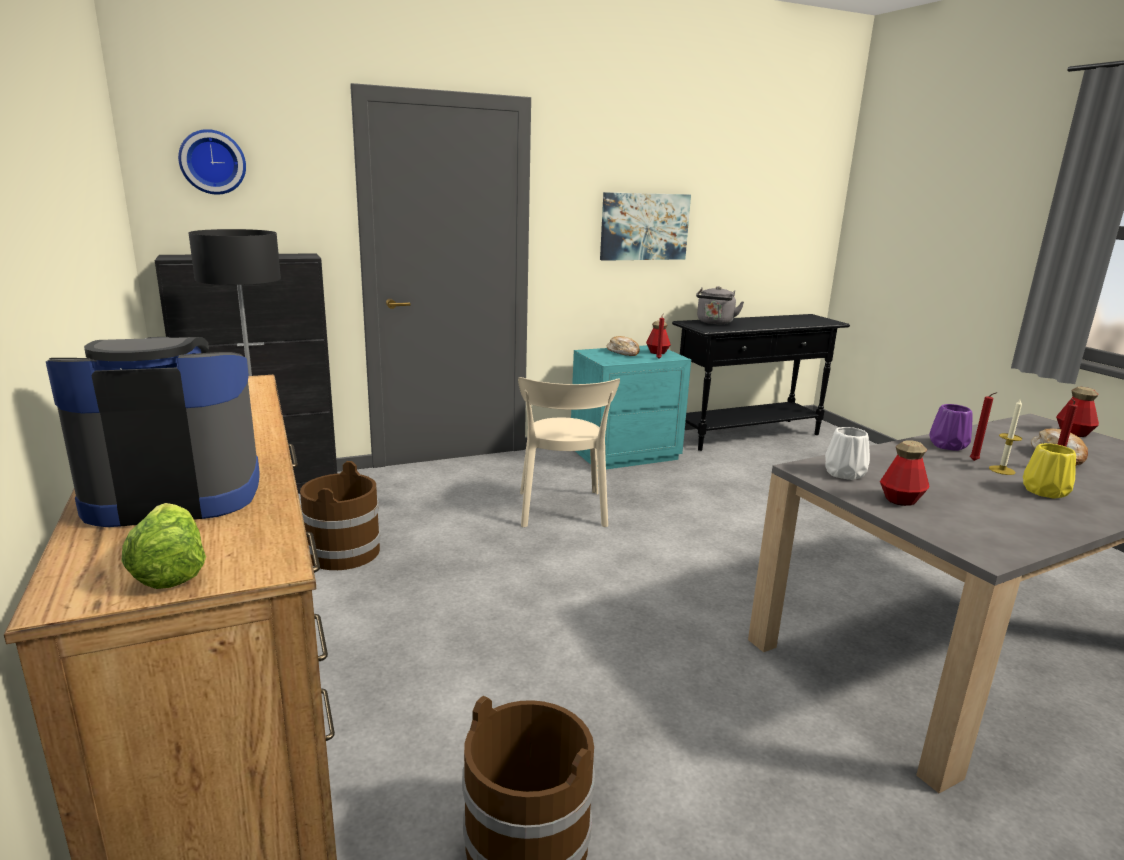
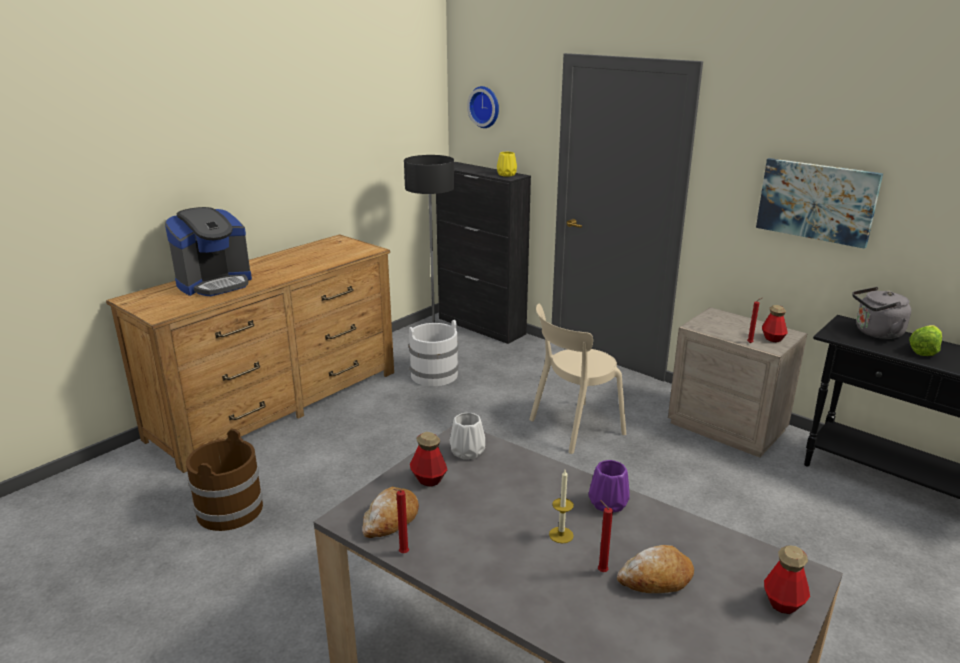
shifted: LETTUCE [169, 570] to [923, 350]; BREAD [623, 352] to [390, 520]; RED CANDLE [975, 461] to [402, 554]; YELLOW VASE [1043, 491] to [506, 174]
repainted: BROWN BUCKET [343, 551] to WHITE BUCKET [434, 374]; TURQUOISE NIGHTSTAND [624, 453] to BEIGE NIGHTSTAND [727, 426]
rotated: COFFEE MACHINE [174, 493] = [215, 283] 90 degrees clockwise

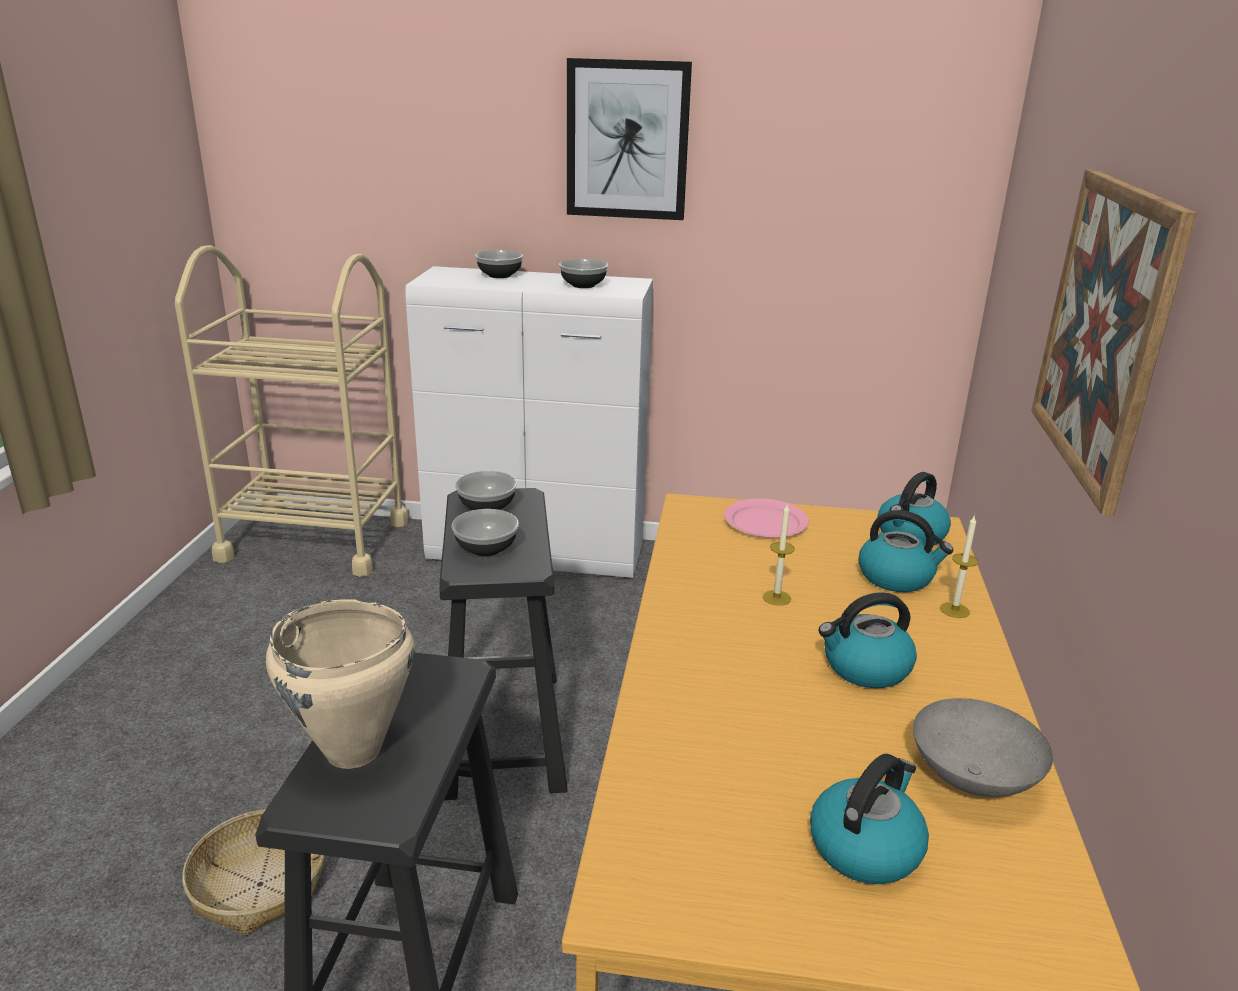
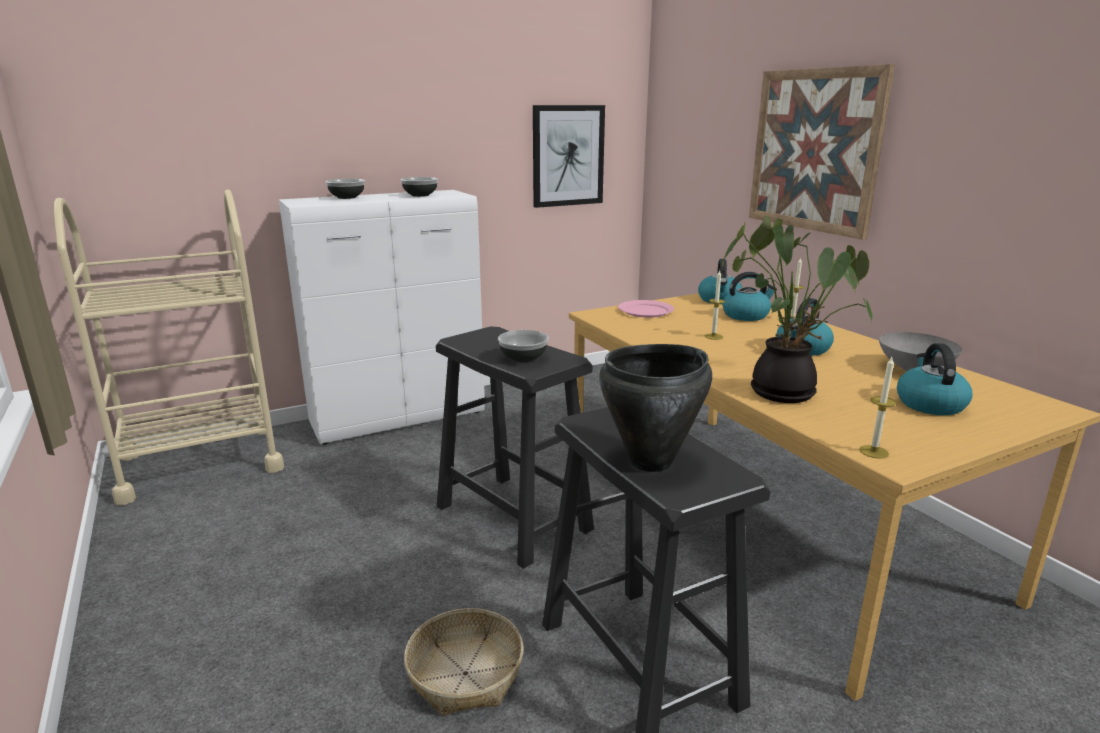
gone: BOWL [486, 507]
new: POTTED PLANT [785, 391]; CANDLE [874, 452]
shifted: PICTURE [627, 140] to [568, 156]
repainted: BEIGE COOKING POT [353, 751] to BLACK COOKING POT [651, 462]

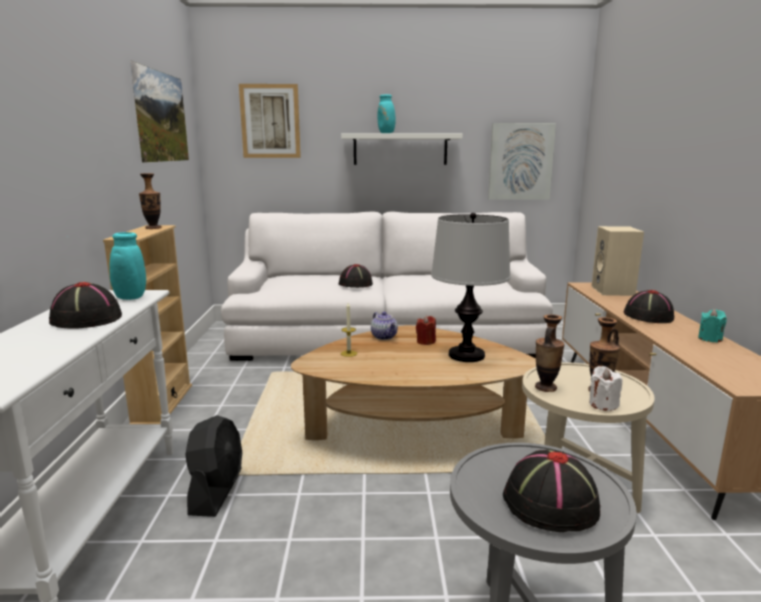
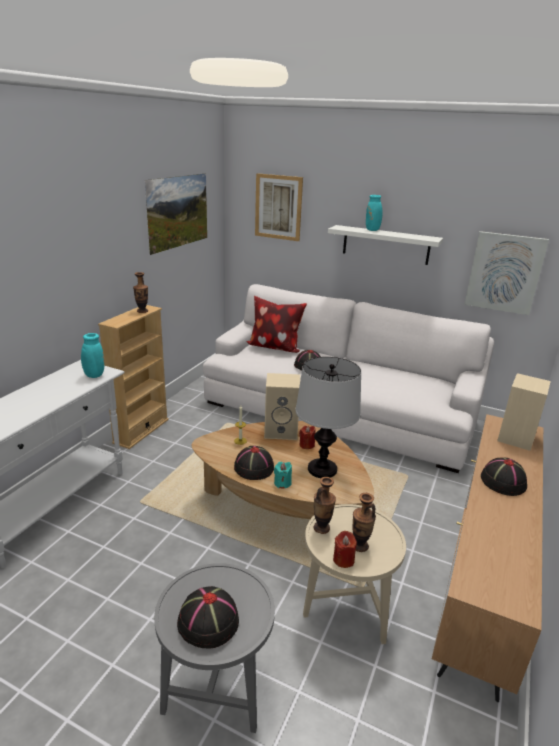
gone: BLACK FAN [217, 491]
new: PILLOW [274, 347]
shifted: BLACK HAT [86, 319] to [253, 468]; TURQUOISE CANDLE [710, 339] to [282, 483]
swapped: TEAPOT [384, 337] to BEIGE SPEAKER [281, 431]
repainted: WHITE CANDLE [603, 404] to RED CANDLE [343, 559]

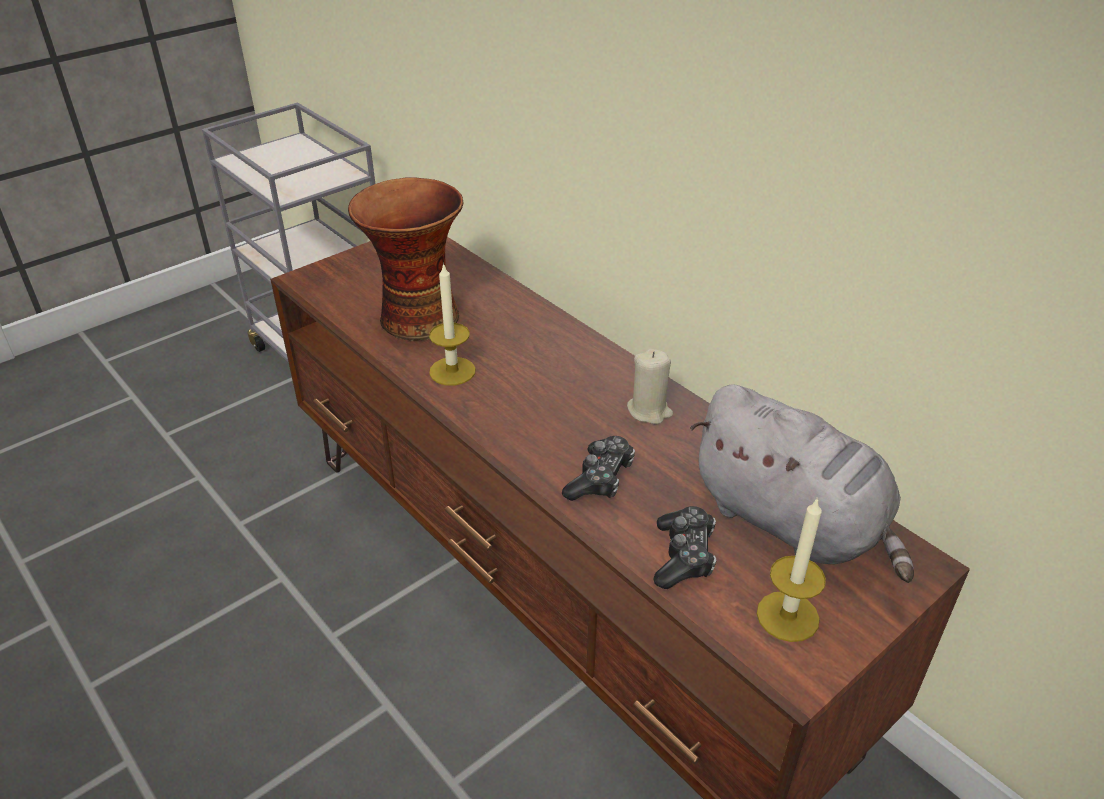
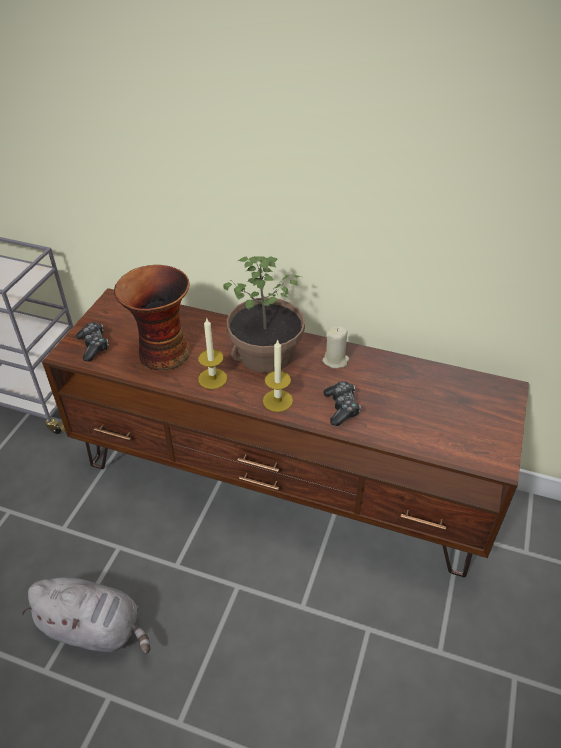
new: POTTED PLANT [266, 355]
shifted: GAME CONTROLLER [683, 556] to [94, 346]; GREY PLUSH TOY [792, 523] to [95, 628]; CANDLE [787, 616] to [277, 400]

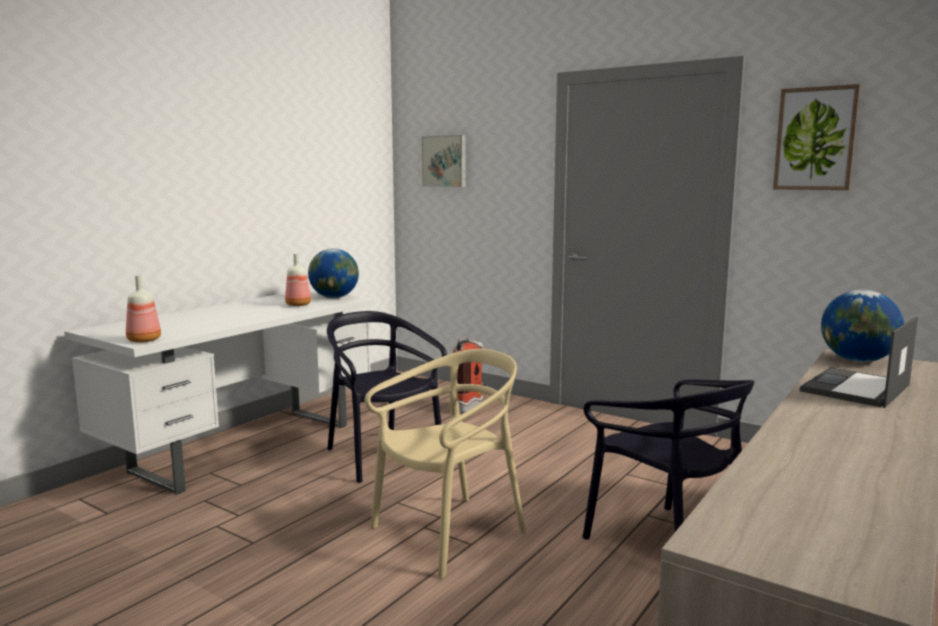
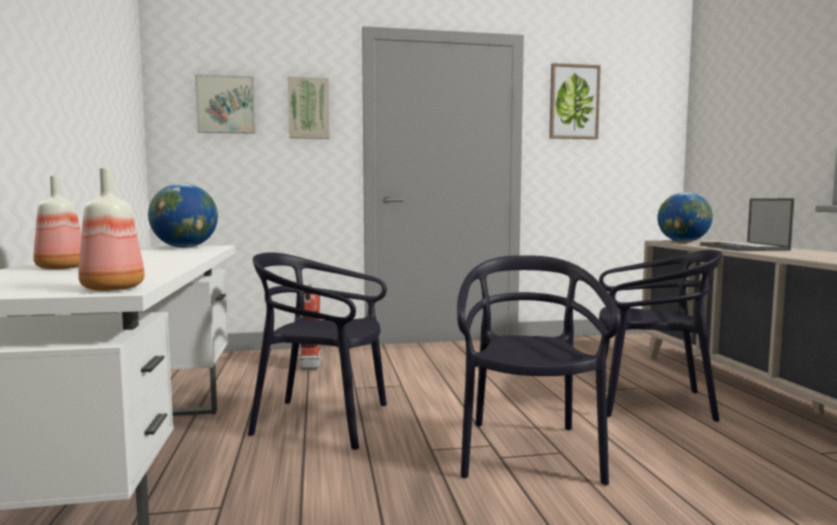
new: PICTURE [309, 108]
shifted: BOTTLE [298, 305] to [59, 268]
repainted: BEIGE CHAIR [449, 533] to BLACK CHAIR [528, 452]

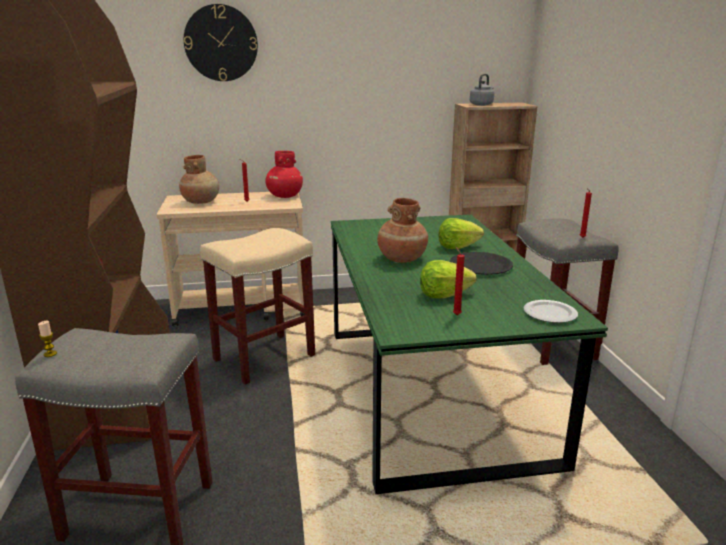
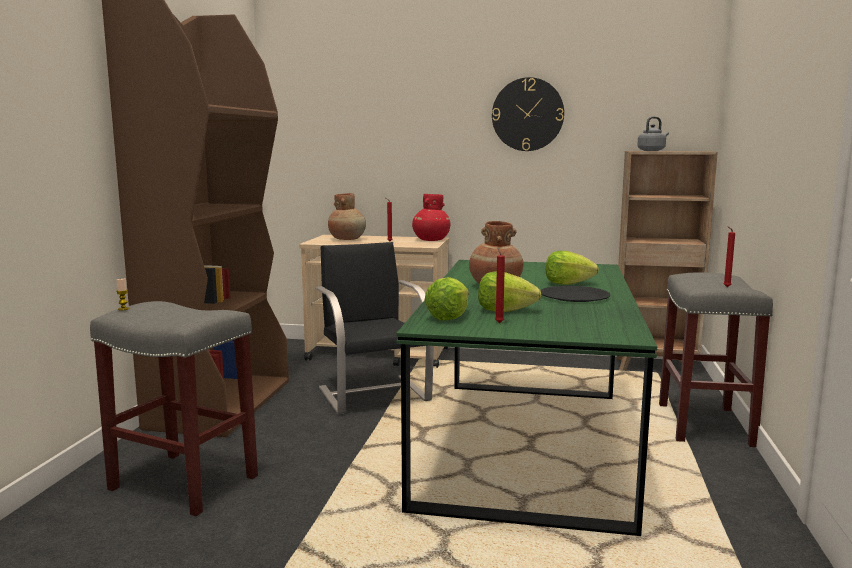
gone: PLATE [551, 313]
new: LETTUCE [449, 317]
shifted: WALL CLOCK [221, 43] to [527, 114]
swapped: BEIGE STOOL [265, 357] to BLACK CHAIR [373, 393]

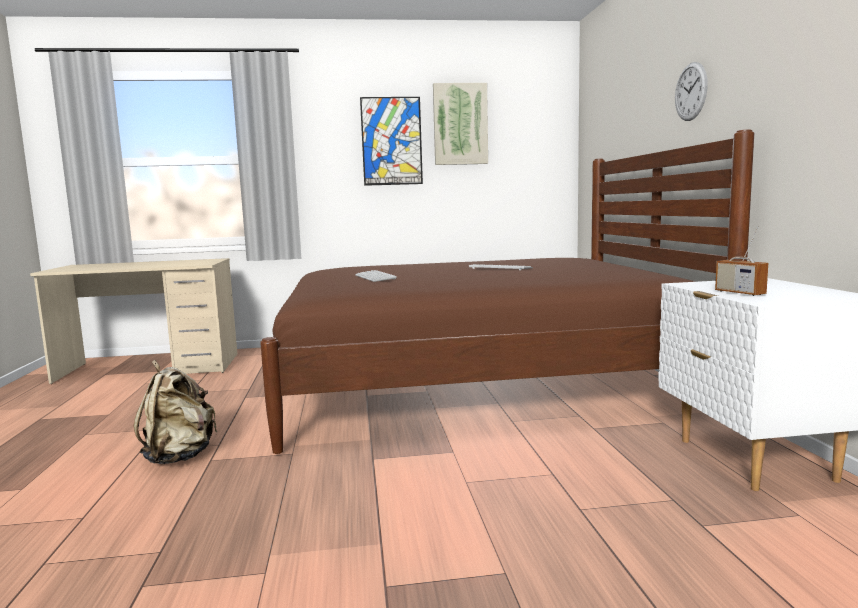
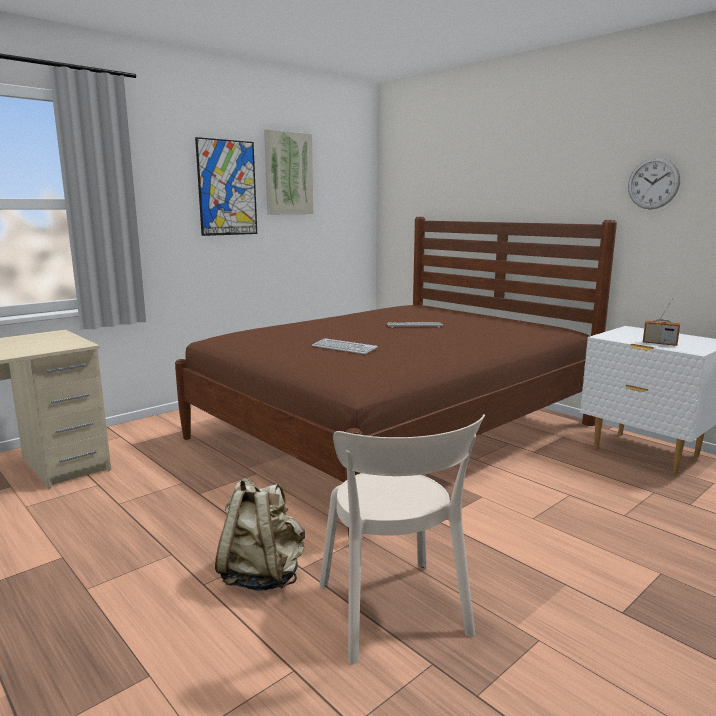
new: BEIGE CHAIR [395, 614]
shifted: WALL CLOCK [691, 92] to [653, 183]

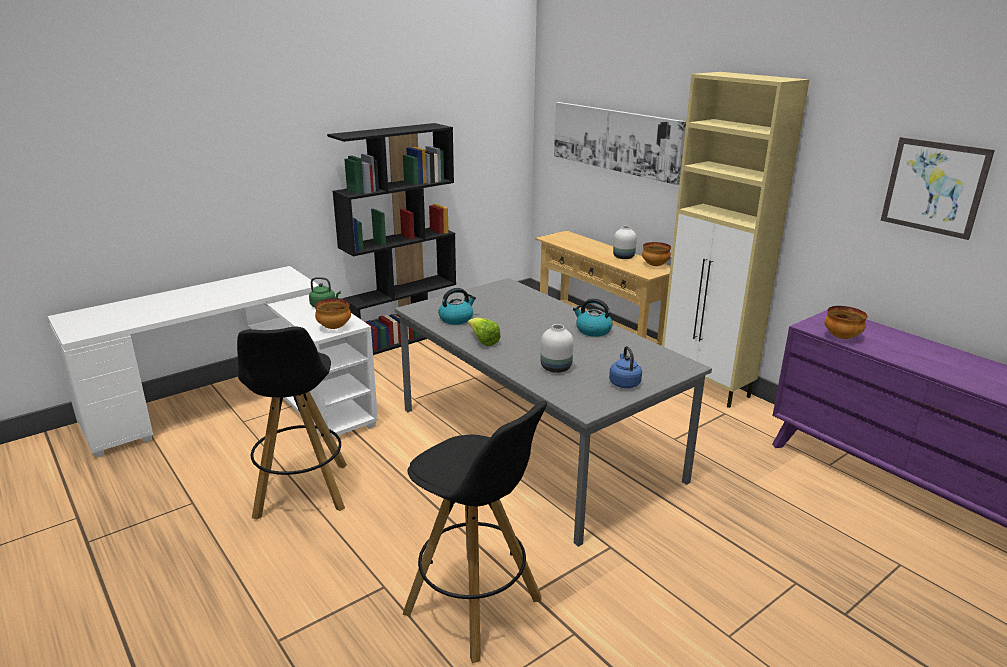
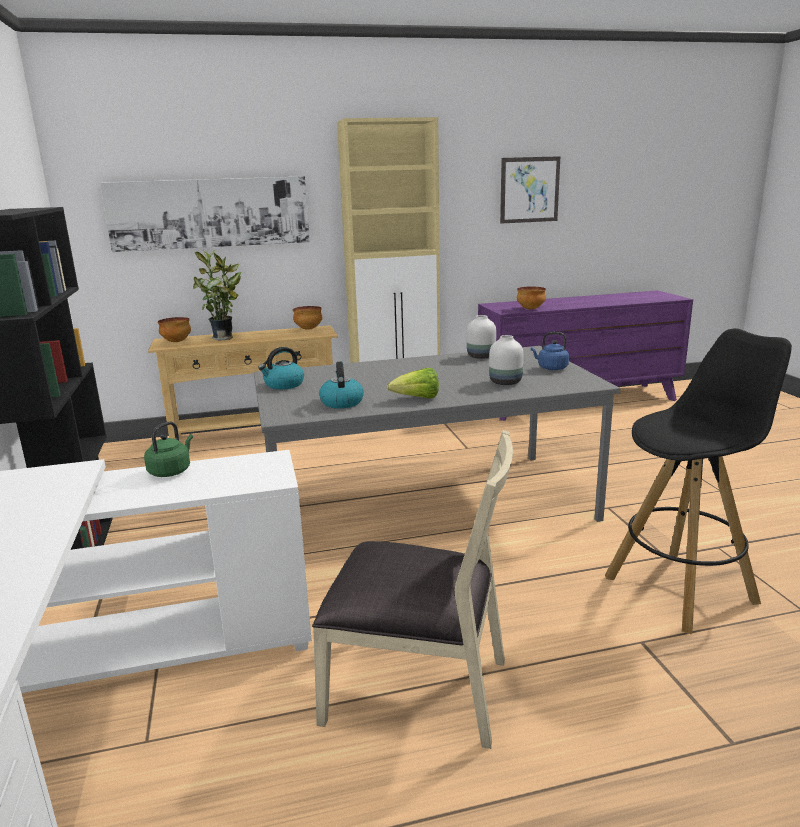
new: POTTED PLANT [225, 338]
shifted: BOWL [334, 327] to [177, 342]; KETTLE [592, 330] to [283, 385]; WHITE VASE [623, 257] to [480, 356]
swapped: BLACK STOOL [301, 492] to BEIGE CHAIR [418, 688]

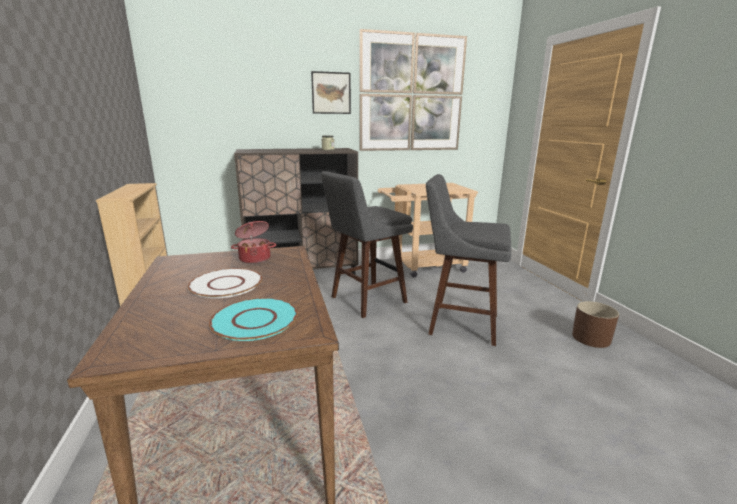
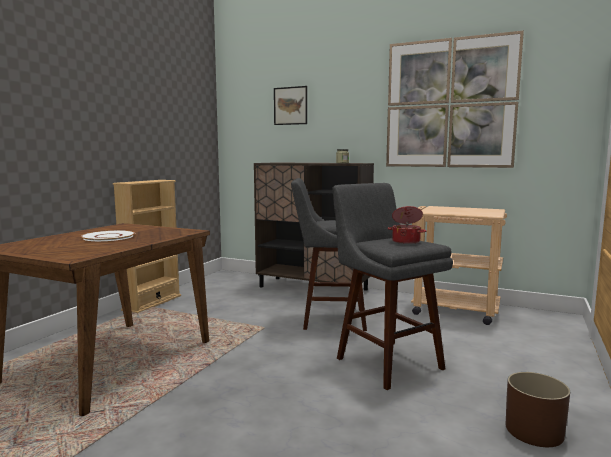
gone: TURQUOISE PLATE [255, 320]
shifted: COOKING POT [255, 258] to [406, 241]; PICTURE [331, 93] to [290, 106]

